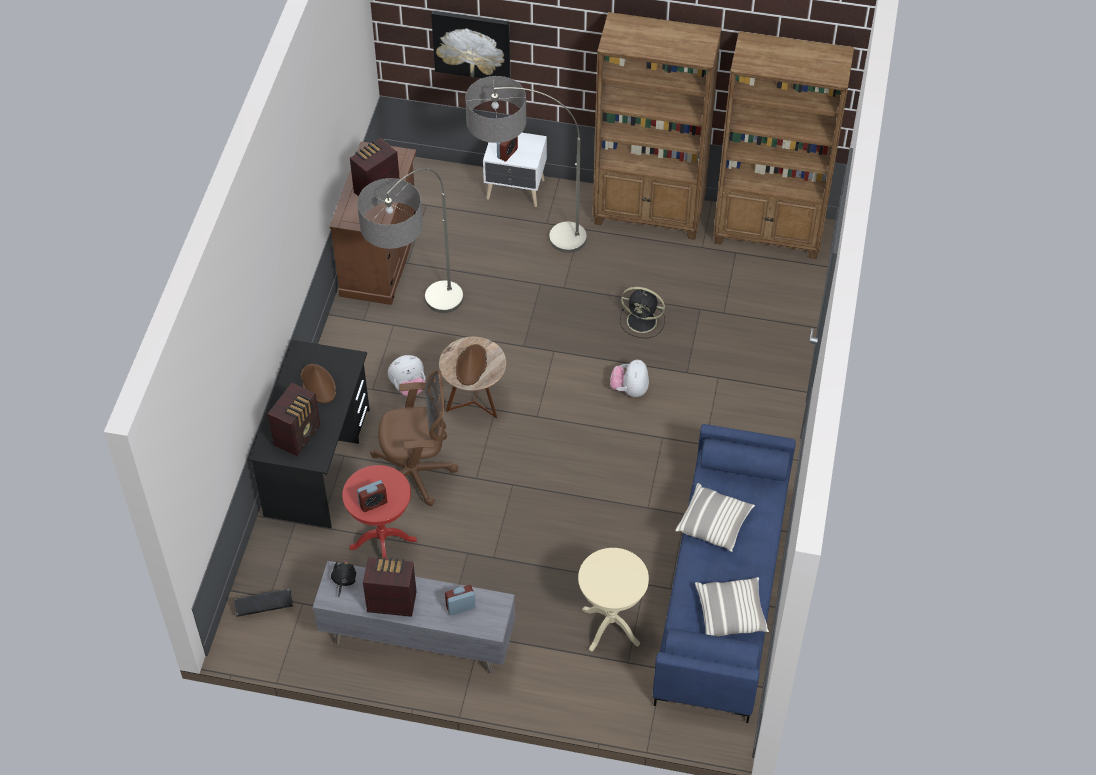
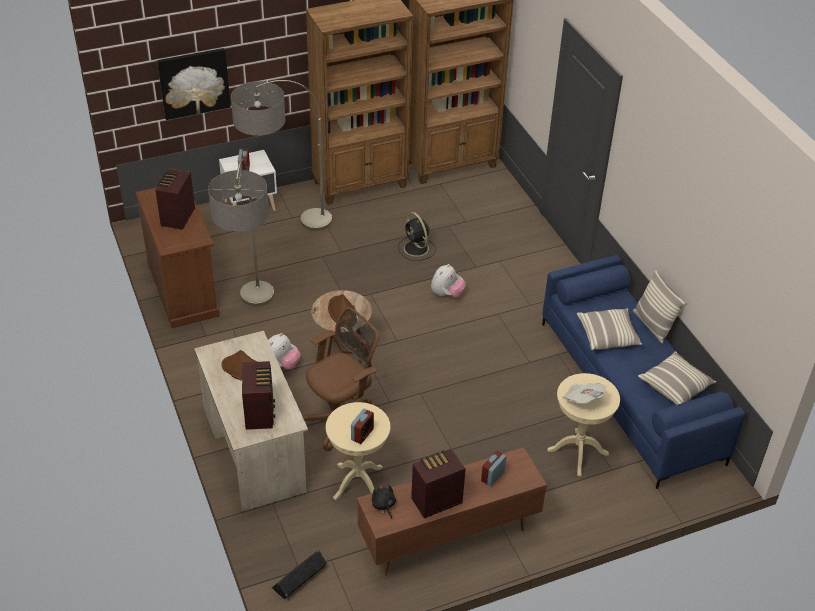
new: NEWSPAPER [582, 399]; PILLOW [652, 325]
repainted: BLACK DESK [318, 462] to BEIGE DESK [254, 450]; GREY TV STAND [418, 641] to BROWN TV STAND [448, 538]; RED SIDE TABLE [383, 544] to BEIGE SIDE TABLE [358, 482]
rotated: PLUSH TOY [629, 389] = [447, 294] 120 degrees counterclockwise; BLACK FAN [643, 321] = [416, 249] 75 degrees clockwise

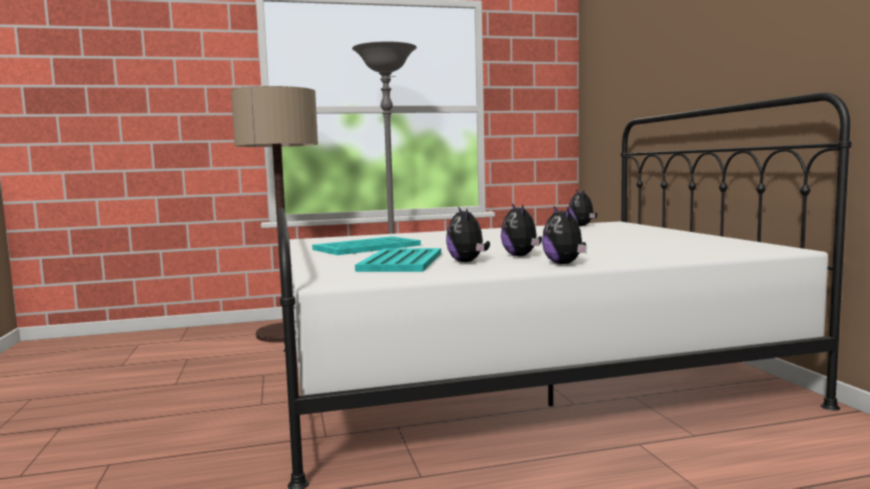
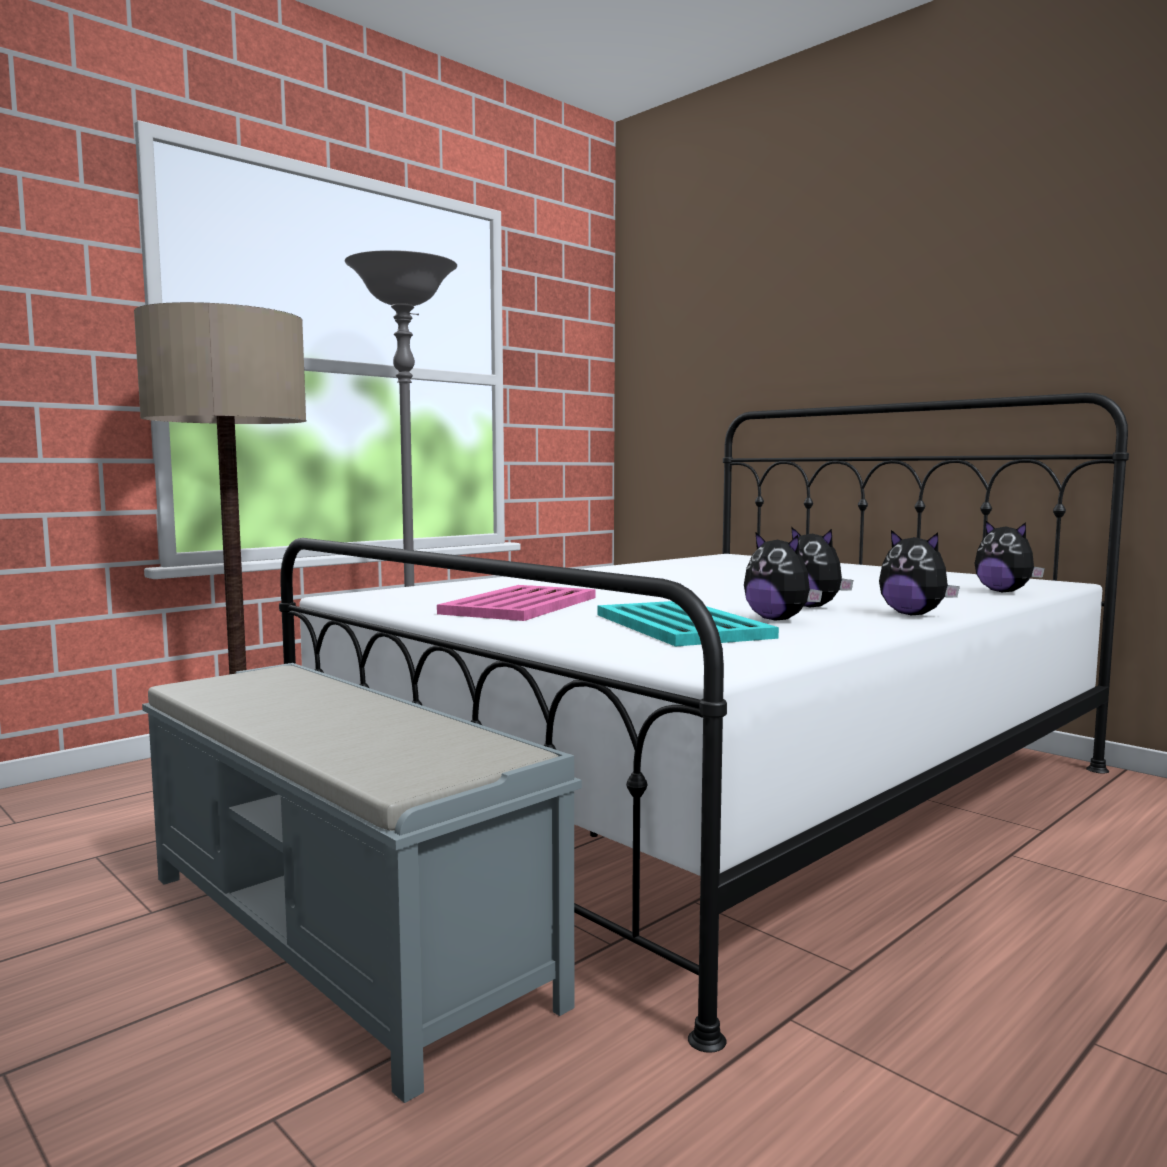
new: GREY BENCH [340, 936]
shifted: PLUSH TOY [582, 226] to [1004, 592]
repainted: TURQUOISE TRAY [368, 247] to PINK TRAY [522, 605]

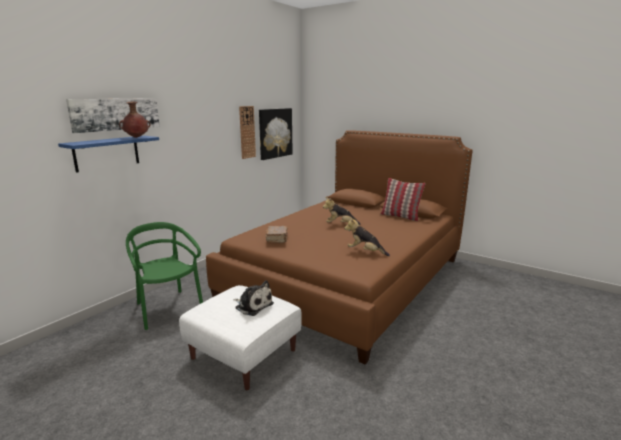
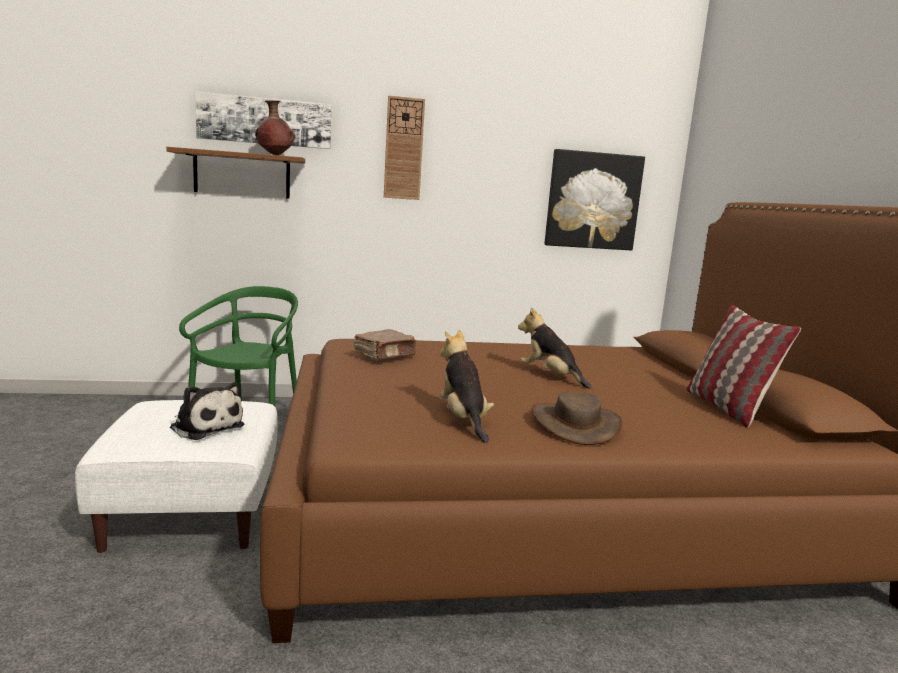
new: BROWN HAT [575, 424]
shifted: WALL CLOCK [247, 132] to [403, 149]
repainted: BLUE SHELF [107, 153] to BROWN SHELF [242, 174]
rotated: PLUSH TOY [253, 305] = [205, 426] 45 degrees counterclockwise

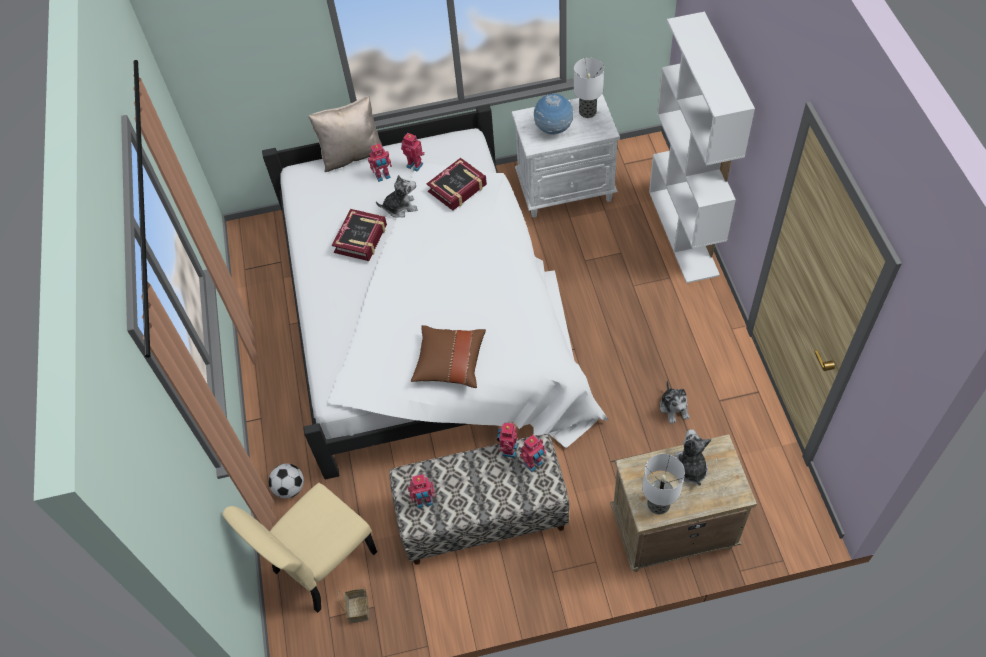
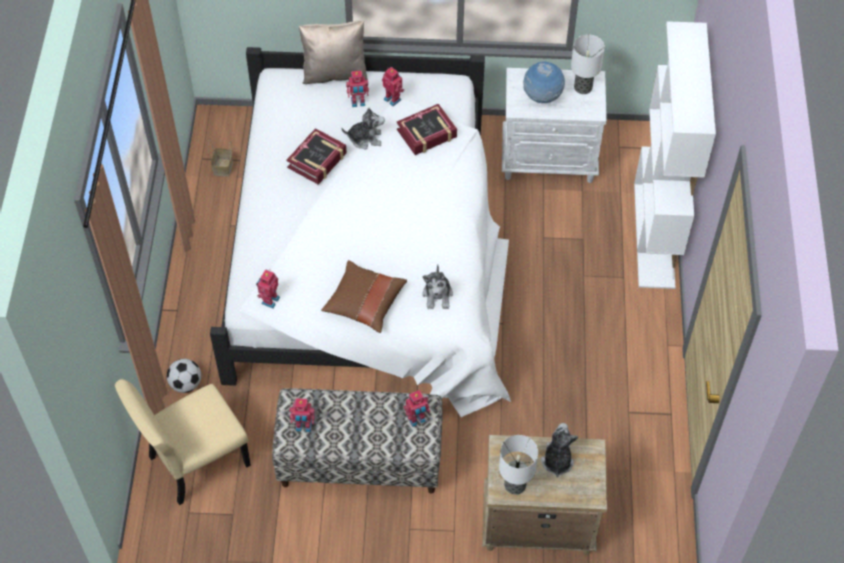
shifted: BASKET [359, 610] to [223, 168]; TOY ROBOT [508, 450] to [269, 300]; PLUSH TOY [674, 408] to [438, 295]

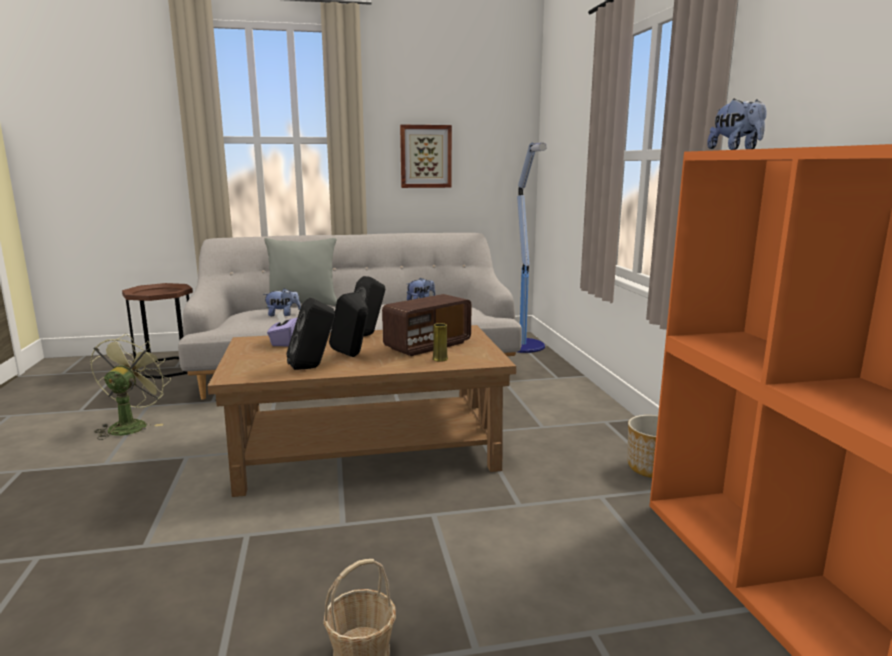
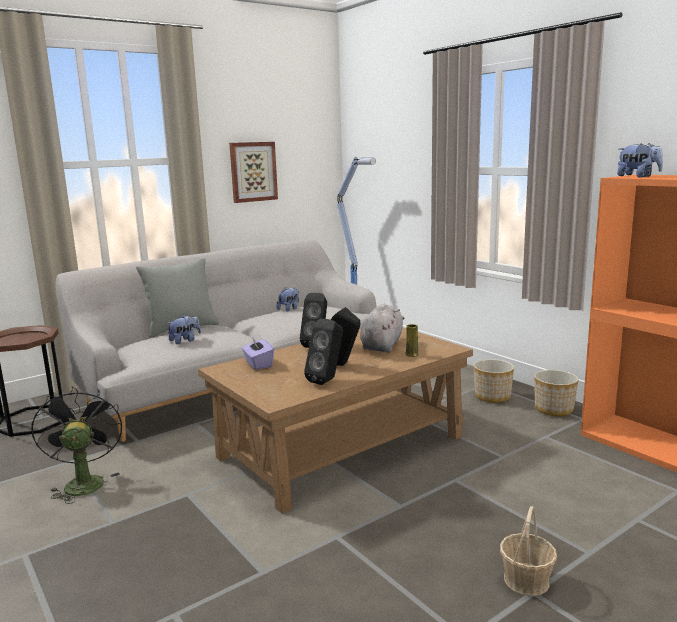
new: PLANTER [493, 396]
swapped: RADIO [427, 346] to GREY PLUSH TOY [382, 345]
repainted: GREEN FAN [131, 425] to BLACK FAN [83, 482]

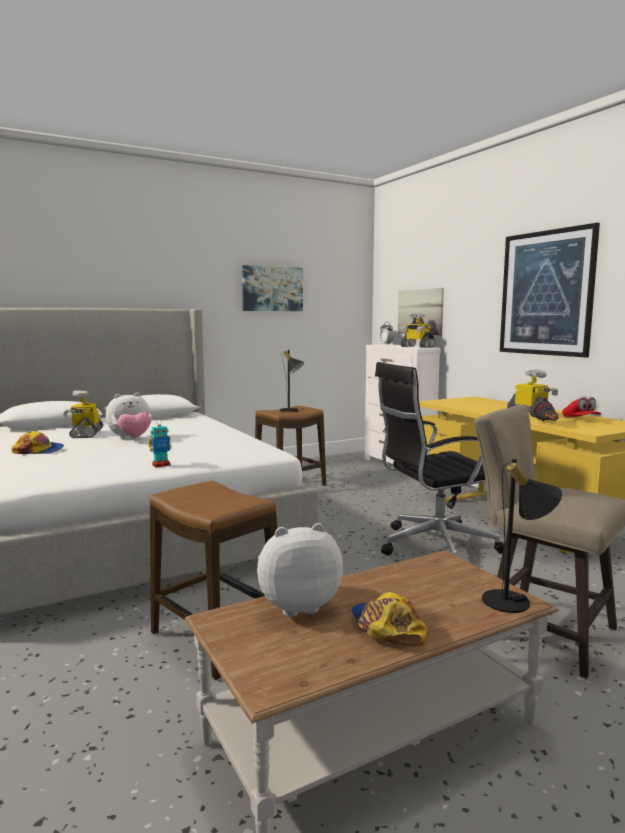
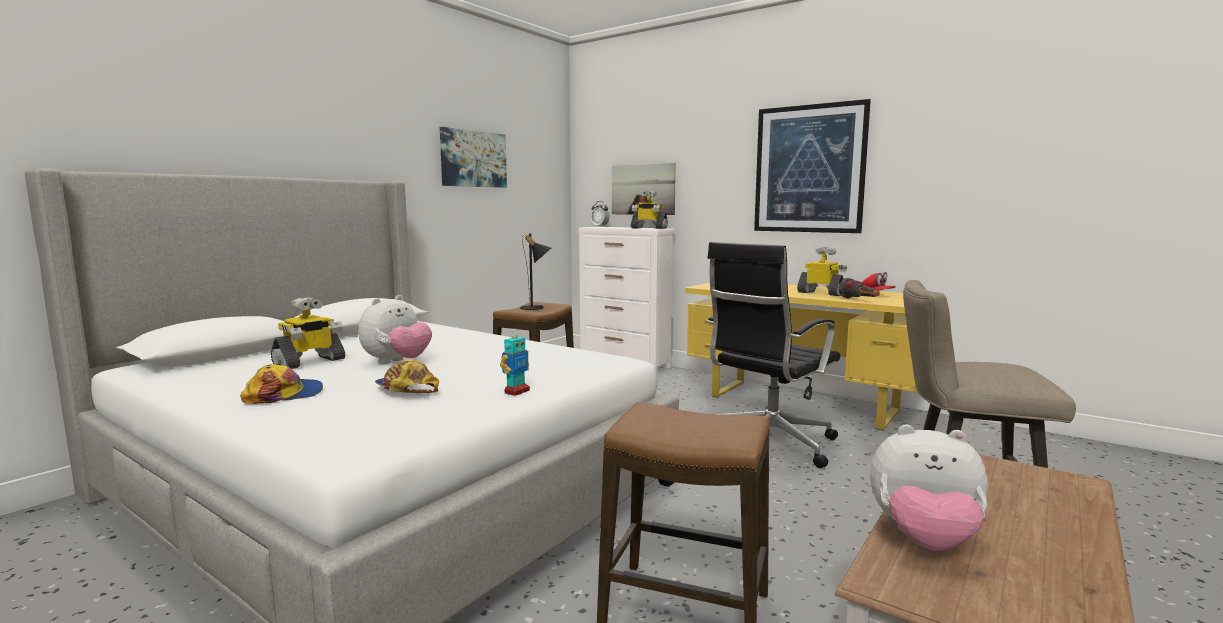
gone: BLACK TABLE LAMP [515, 602]
shifted: CAP [386, 628] to [406, 389]
rotated: TOY ROBOT [86, 434] = [309, 362] 105 degrees counterclockwise; PLUSH TOY [297, 605] = [924, 540] 120 degrees counterclockwise

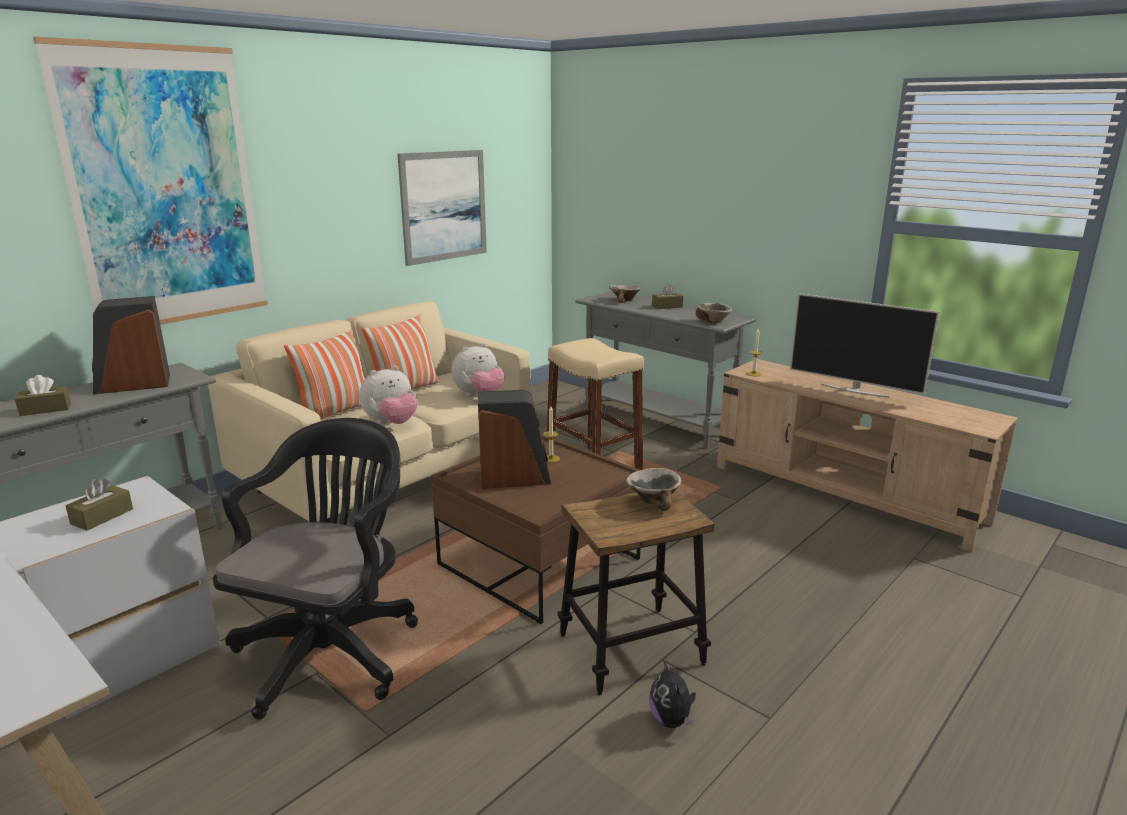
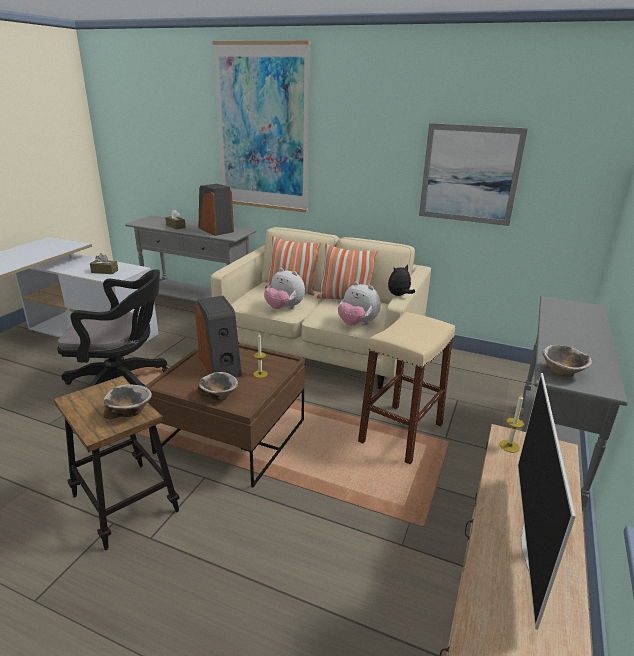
gone: BROWN TISSUE BOX [667, 306]
shifted: BOWL [624, 300] to [219, 396]; PLUSH TOY [671, 720] to [399, 295]

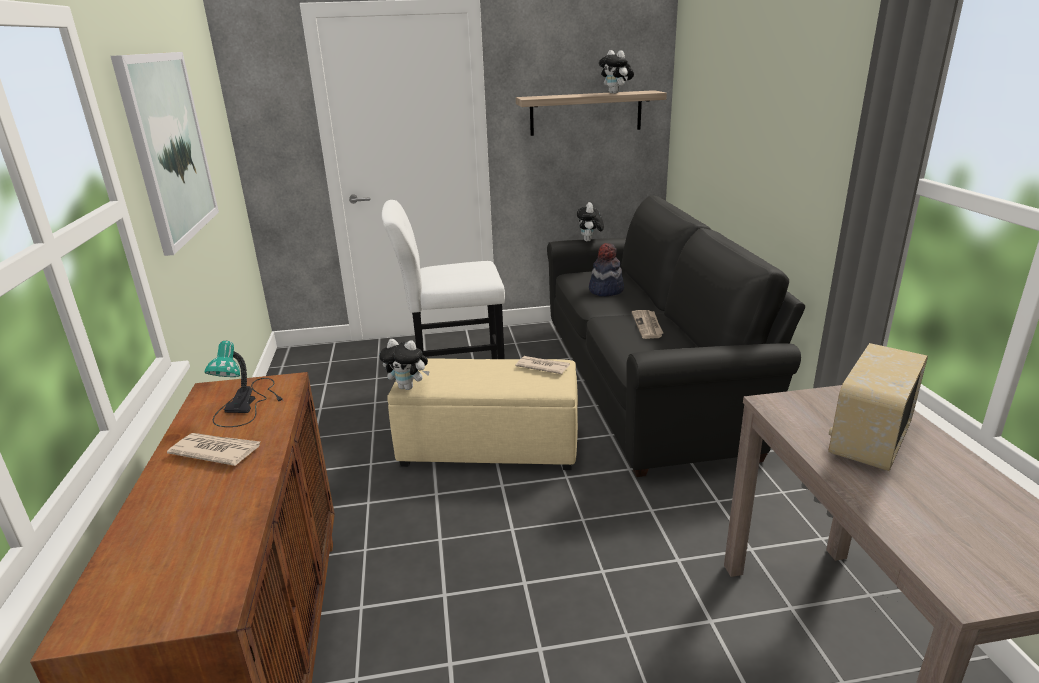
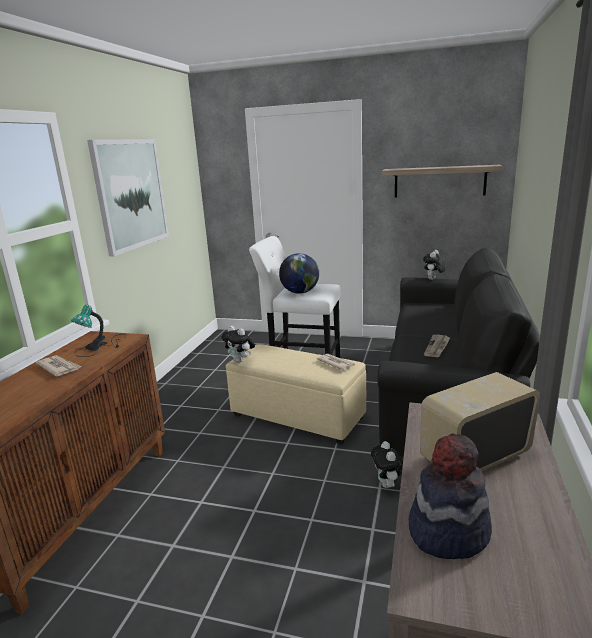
new: GLOBE [300, 292]
shifted: HAT [605, 290] to [447, 530]; PLUSH TOY [616, 93] to [389, 485]

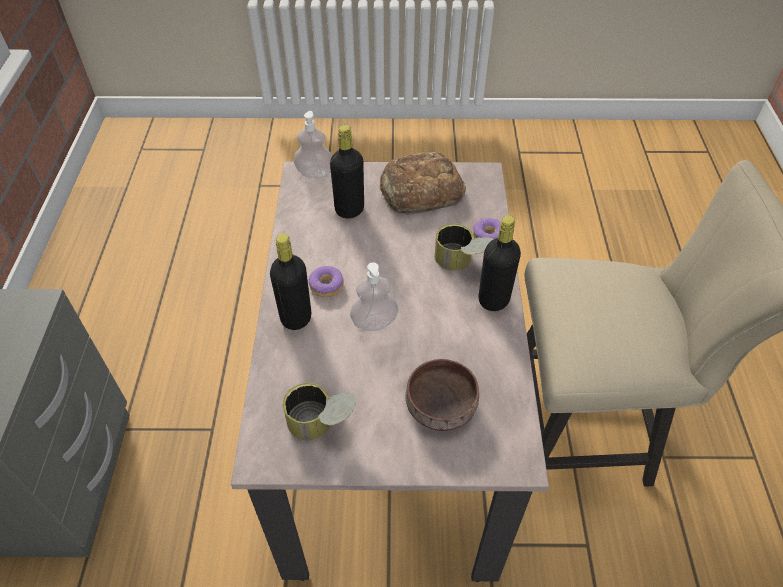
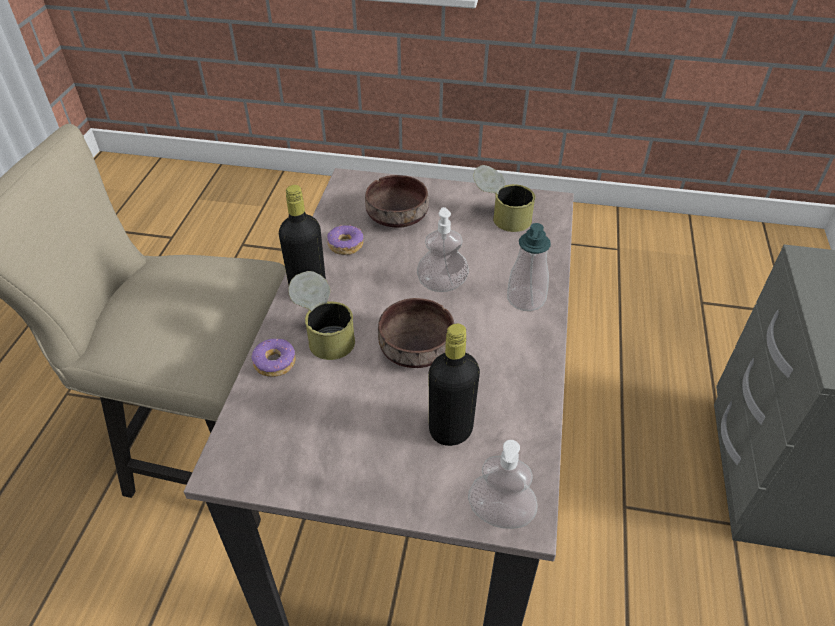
gone: BREAD [419, 191]
new: BROWN BOWL [414, 348]
shifted: DONUT [327, 286] to [345, 245]
swapped: BLACK BOTTLE [296, 318] to SOAP DISPENSER [526, 299]

